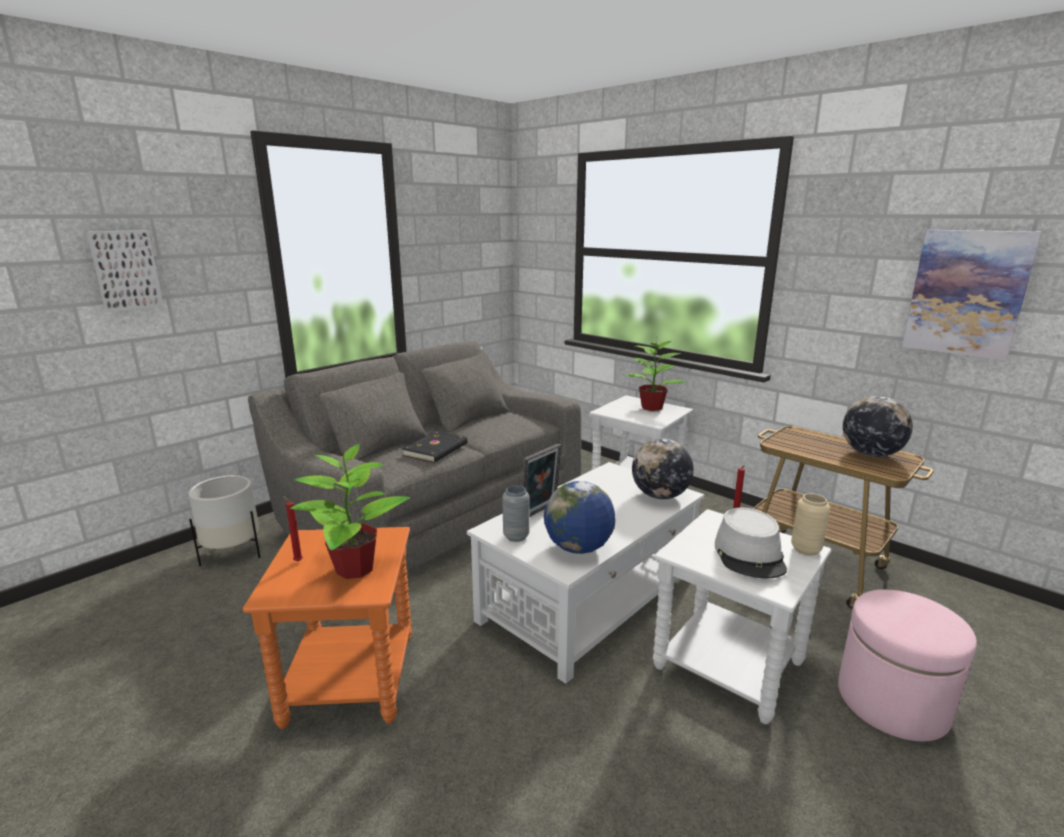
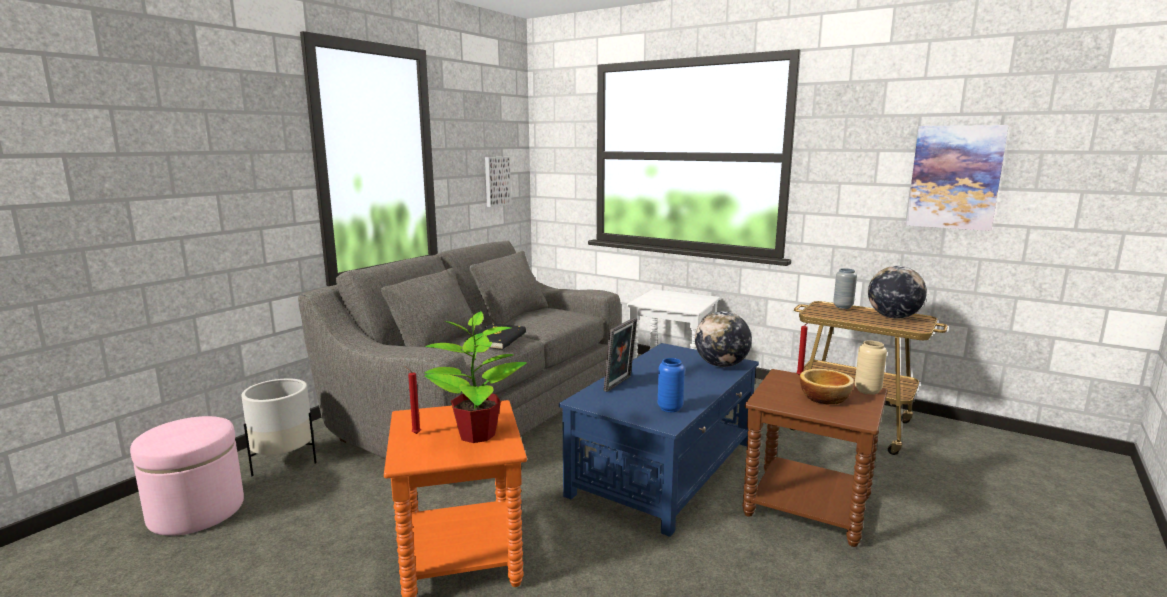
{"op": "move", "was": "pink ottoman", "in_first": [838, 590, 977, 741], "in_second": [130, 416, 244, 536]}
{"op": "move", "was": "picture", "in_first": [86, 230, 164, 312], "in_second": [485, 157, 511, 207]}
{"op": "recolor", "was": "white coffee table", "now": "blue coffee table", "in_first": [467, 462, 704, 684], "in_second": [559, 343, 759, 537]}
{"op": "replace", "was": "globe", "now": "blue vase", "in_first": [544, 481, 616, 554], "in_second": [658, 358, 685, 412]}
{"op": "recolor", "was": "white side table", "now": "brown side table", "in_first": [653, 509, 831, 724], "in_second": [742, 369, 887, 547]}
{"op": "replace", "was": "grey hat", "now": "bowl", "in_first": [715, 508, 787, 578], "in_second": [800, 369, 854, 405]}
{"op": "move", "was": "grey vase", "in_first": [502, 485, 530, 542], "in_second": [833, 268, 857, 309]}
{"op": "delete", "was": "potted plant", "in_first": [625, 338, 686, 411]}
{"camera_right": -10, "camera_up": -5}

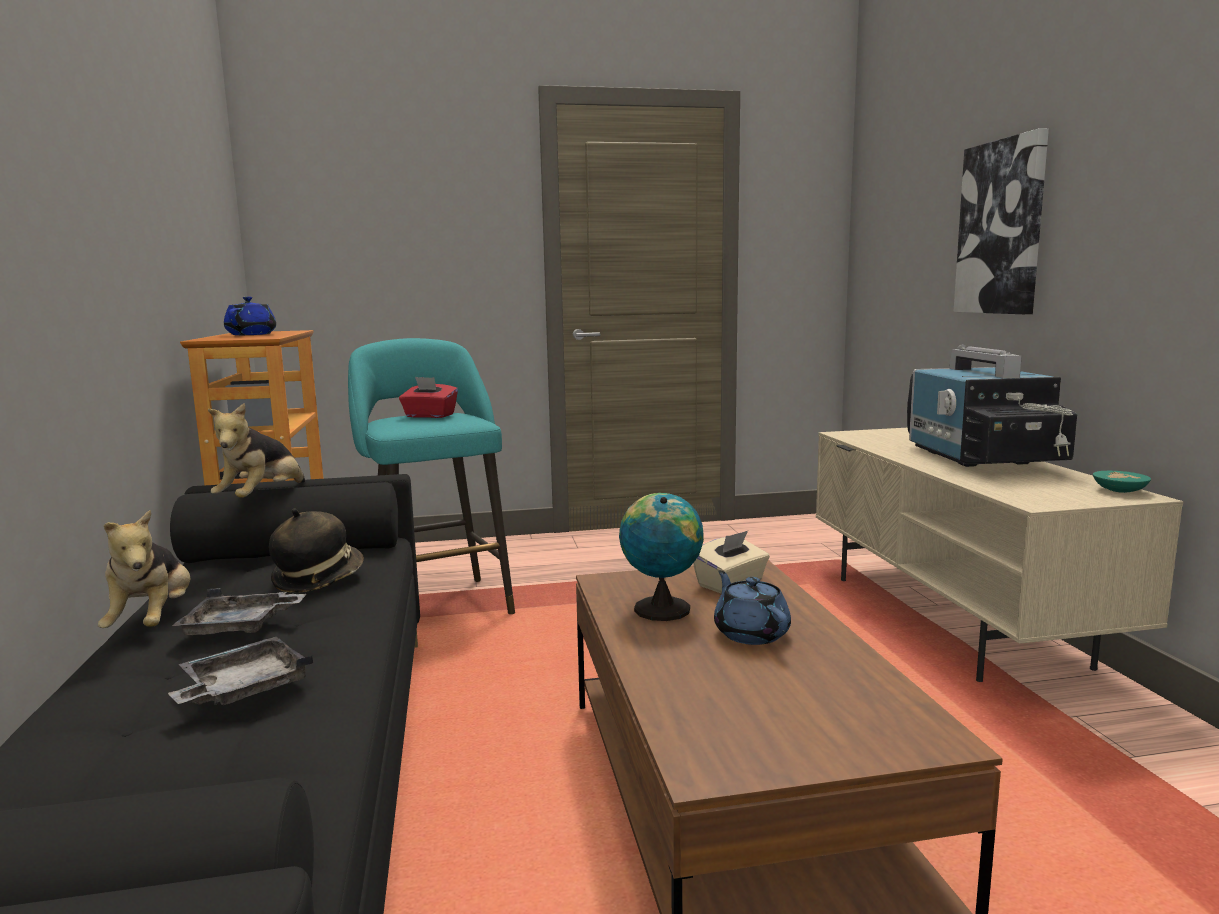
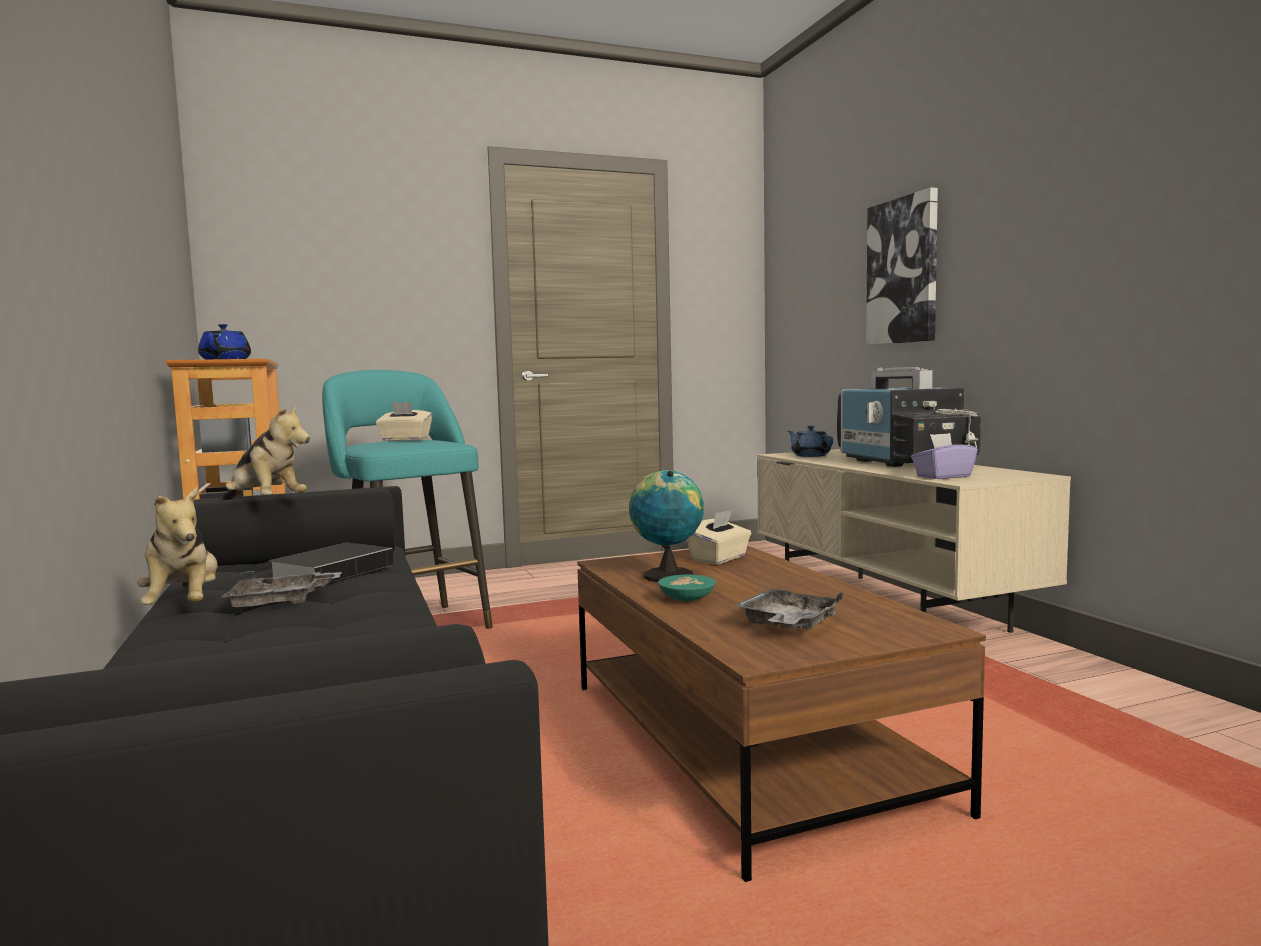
{"op": "rotate", "was": "plush toy", "in_first": [208, 403, 305, 498], "in_second": [223, 405, 310, 500], "clockwise": -60}
{"op": "replace", "was": "hat", "now": "book", "in_first": [269, 508, 364, 592], "in_second": [269, 543, 400, 583]}
{"op": "recolor", "was": "red tissue box", "now": "beige tissue box", "in_first": [399, 377, 458, 418], "in_second": [376, 402, 432, 441]}
{"op": "move", "was": "turquoise bowl", "in_first": [1093, 471, 1151, 493], "in_second": [658, 575, 716, 601]}
{"op": "move", "was": "grey tray", "in_first": [168, 637, 313, 705], "in_second": [734, 588, 843, 630]}
{"op": "move", "was": "blue teapot", "in_first": [714, 570, 791, 645], "in_second": [788, 426, 834, 457]}
{"op": "insert", "now": "purple tissue box", "in_second": [911, 433, 978, 479]}
{"camera_right": -10, "camera_up": -5}

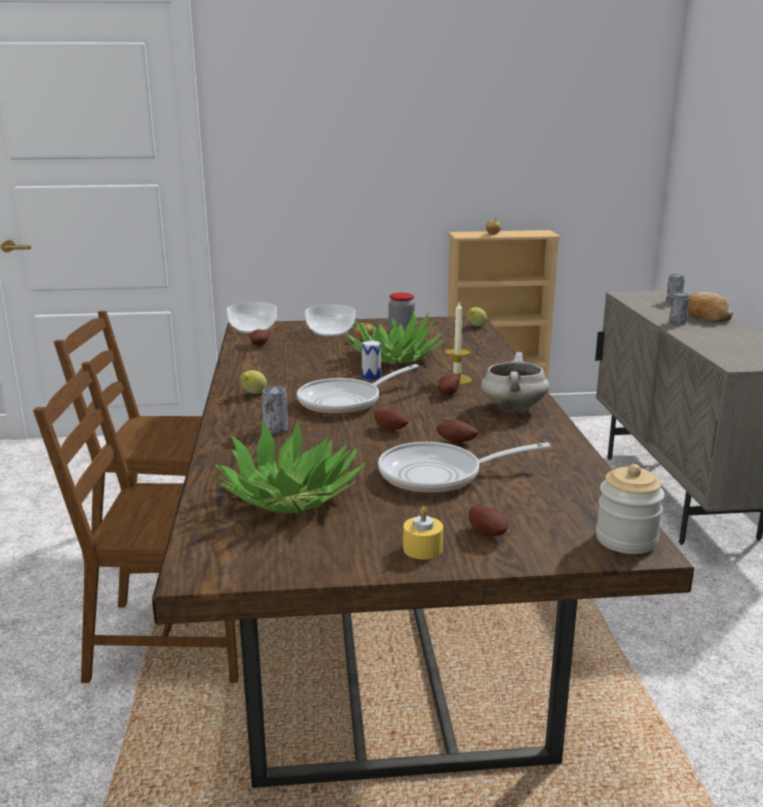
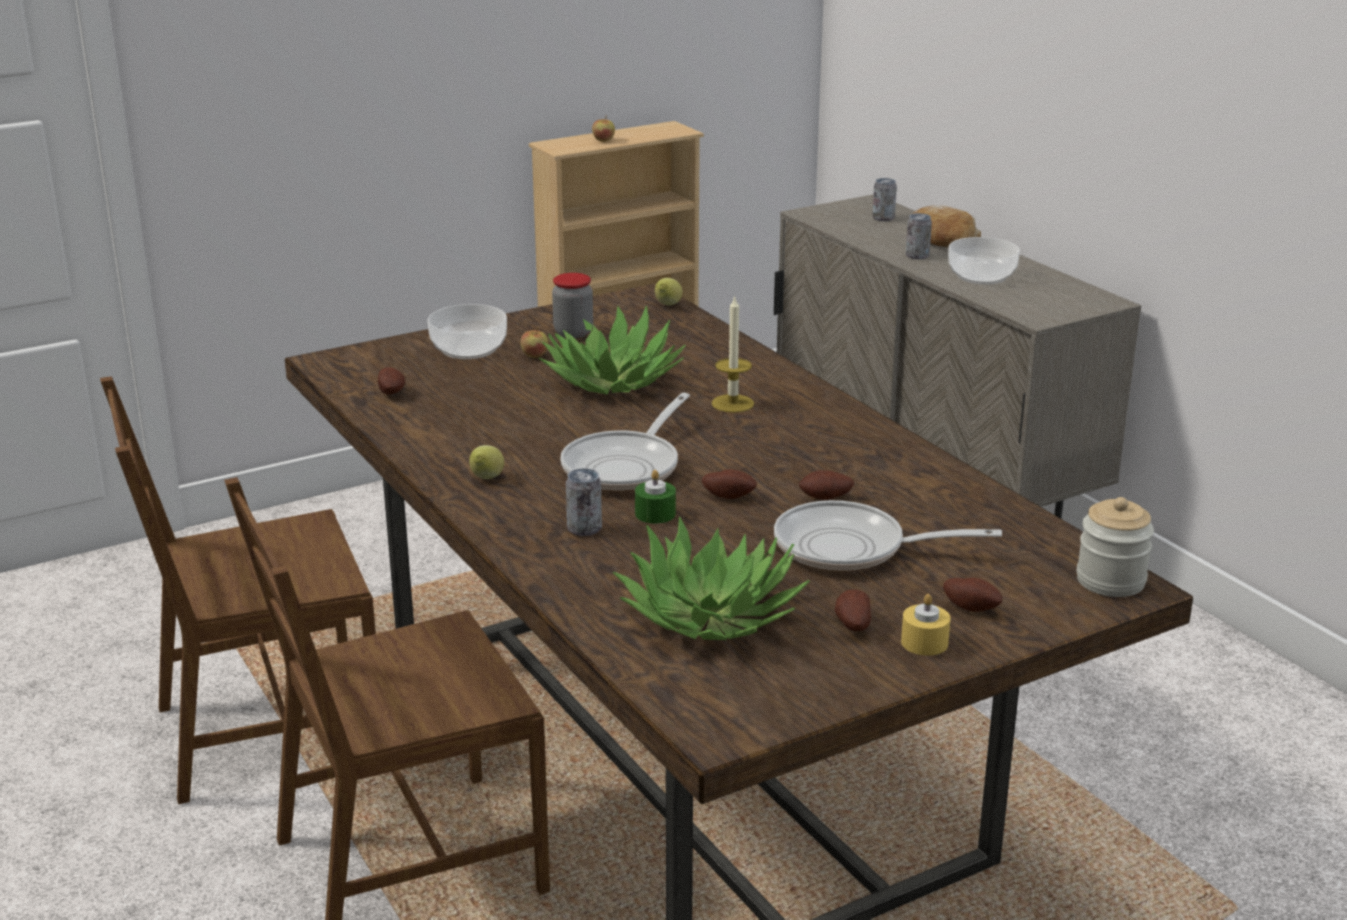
{"op": "insert", "now": "green candle", "in_second": [635, 470, 676, 524]}
{"op": "rotate", "was": "frying pan", "in_first": [378, 442, 550, 493], "in_second": [774, 500, 1002, 571], "clockwise": 45}
{"op": "move", "was": "potato", "in_first": [439, 374, 460, 395], "in_second": [835, 589, 871, 631]}
{"op": "move", "was": "bowl", "in_first": [227, 302, 277, 333], "in_second": [948, 237, 1020, 285]}
{"op": "delete", "was": "can", "in_first": [362, 340, 381, 380]}
{"op": "delete", "was": "white cooking pot", "in_first": [481, 352, 549, 412]}
{"camera_right": -25, "camera_up": 5}

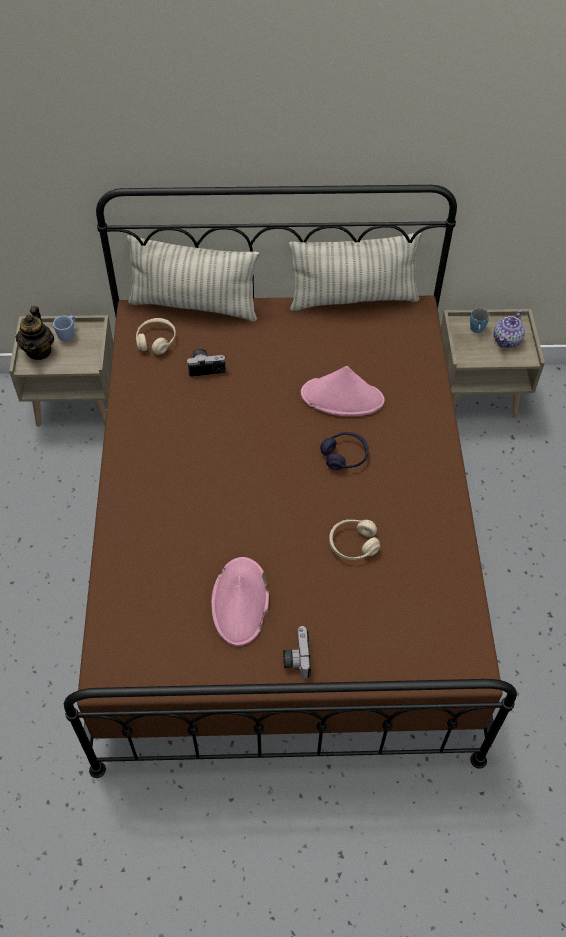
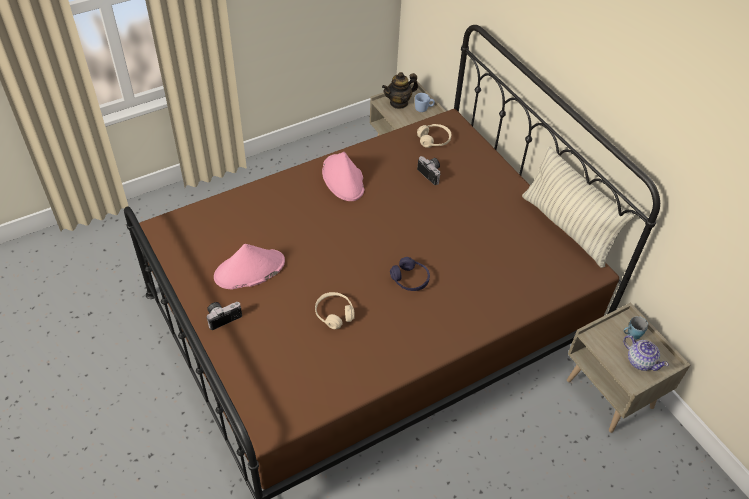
{"op": "move", "was": "pink hat", "in_first": [301, 366, 385, 416], "in_second": [322, 152, 365, 201]}
{"op": "rotate", "was": "teapot", "in_first": [494, 311, 525, 348], "in_second": [623, 335, 669, 371], "clockwise": -135}
{"op": "delete", "was": "pillow", "in_first": [127, 235, 259, 322]}
{"camera_right": 60, "camera_up": -5}

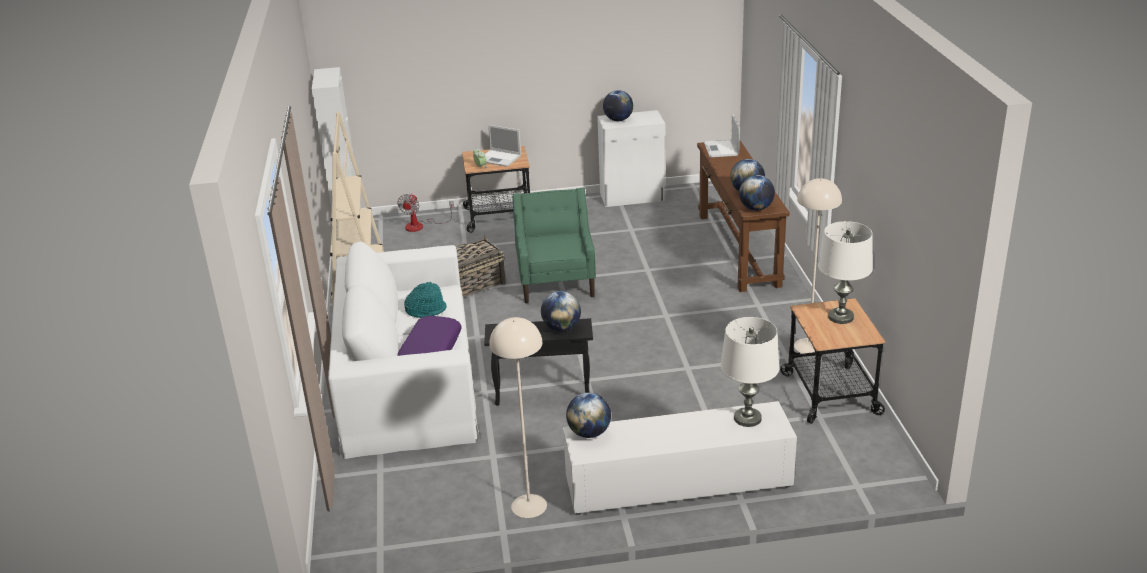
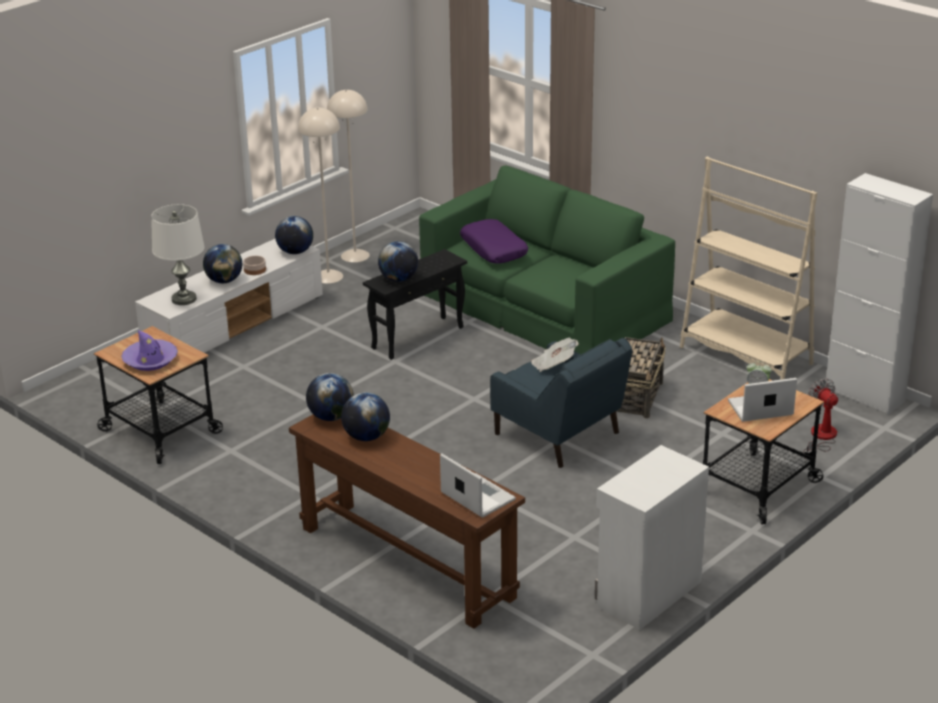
{"op": "replace", "was": "white table lamp", "now": "purple hat", "in_first": [818, 221, 873, 324], "in_second": [121, 330, 178, 371]}
{"op": "move", "was": "globe", "in_first": [603, 90, 633, 121], "in_second": [203, 244, 242, 283]}
{"op": "insert", "now": "bowl", "in_second": [243, 256, 266, 275]}
{"op": "move", "was": "beige floor lamp", "in_first": [794, 178, 842, 354], "in_second": [327, 90, 370, 262]}
{"op": "recolor", "was": "white sofa", "now": "green sofa", "in_first": [328, 242, 480, 459], "in_second": [419, 165, 675, 354]}
{"op": "recolor", "was": "green armchair", "now": "blue armchair", "in_first": [513, 188, 596, 303], "in_second": [490, 338, 632, 468]}
{"op": "insert", "now": "newspaper", "in_second": [531, 338, 579, 372]}
{"op": "delete", "was": "turquoise hat", "in_first": [404, 282, 447, 318]}
{"camera_right": 140, "camera_up": 0}

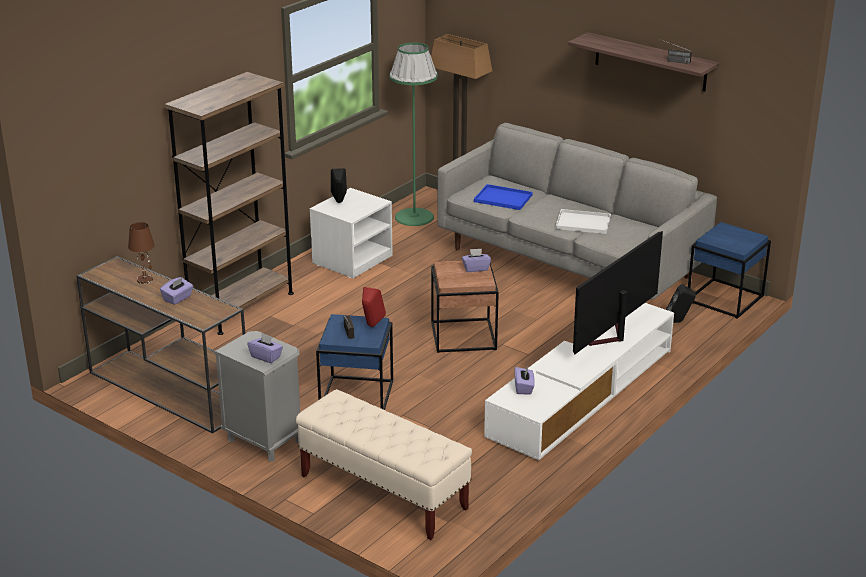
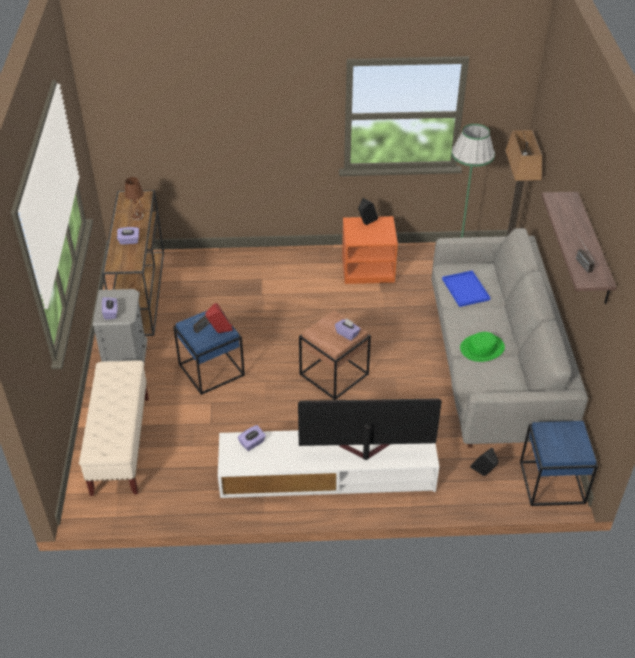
{"op": "recolor", "was": "white nightstand", "now": "orange nightstand", "in_first": [310, 188, 393, 278], "in_second": [342, 216, 398, 284]}
{"op": "replace", "was": "white tray", "now": "green hat", "in_first": [555, 209, 611, 234], "in_second": [460, 332, 505, 362]}
{"op": "delete", "was": "brown bookcase", "in_first": [164, 72, 294, 335]}
{"camera_right": 50, "camera_up": 15}

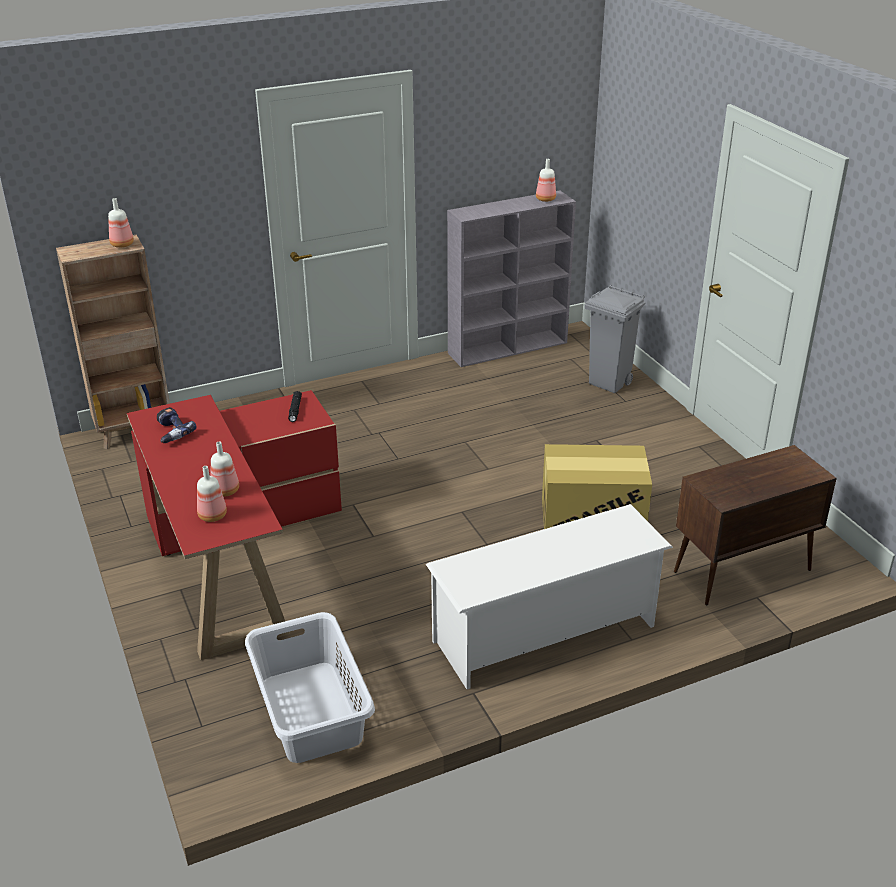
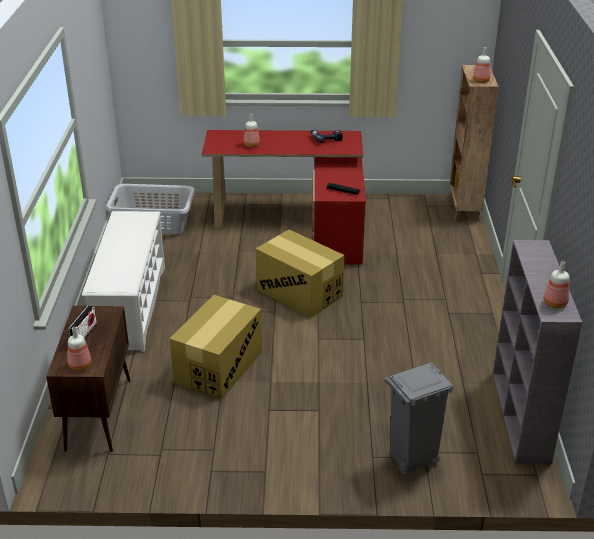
{"op": "move", "was": "bottle", "in_first": [197, 466, 227, 522], "in_second": [68, 327, 91, 371]}
{"op": "insert", "now": "radio", "in_second": [69, 305, 97, 339]}
{"op": "insert", "now": "cardboard box", "in_second": [256, 229, 345, 318]}
{"camera_right": 115, "camera_up": 0}

